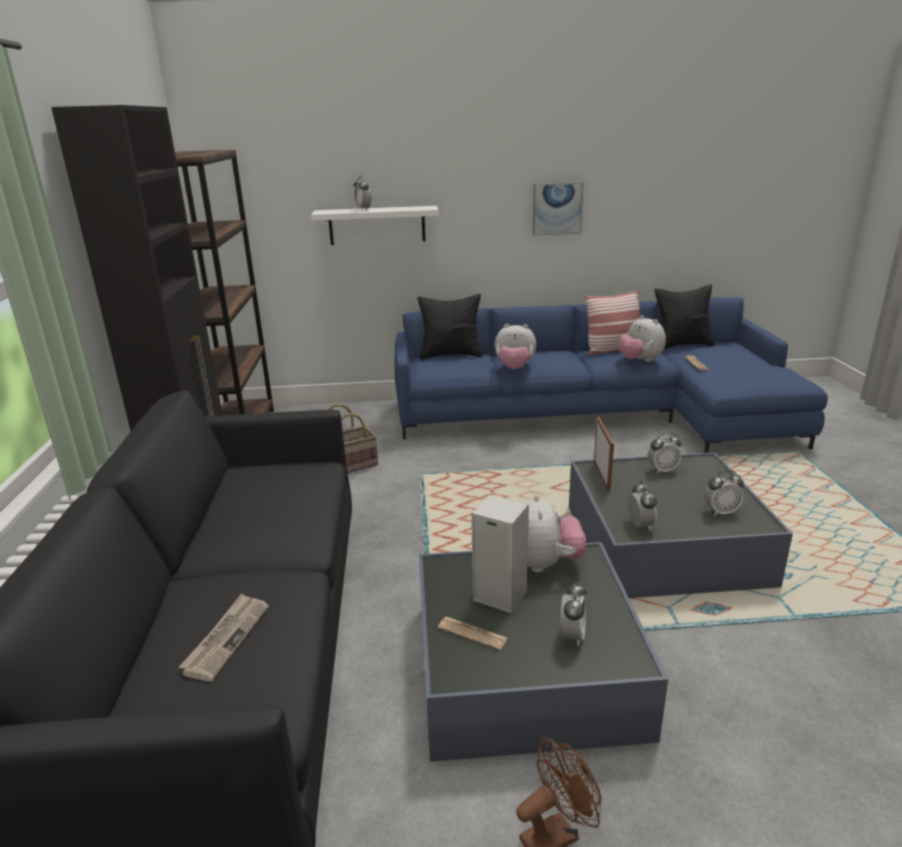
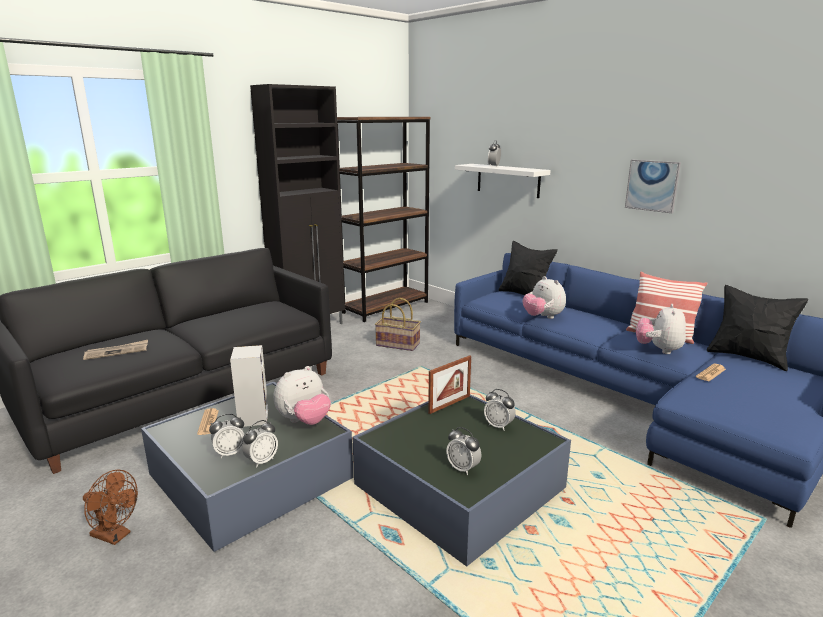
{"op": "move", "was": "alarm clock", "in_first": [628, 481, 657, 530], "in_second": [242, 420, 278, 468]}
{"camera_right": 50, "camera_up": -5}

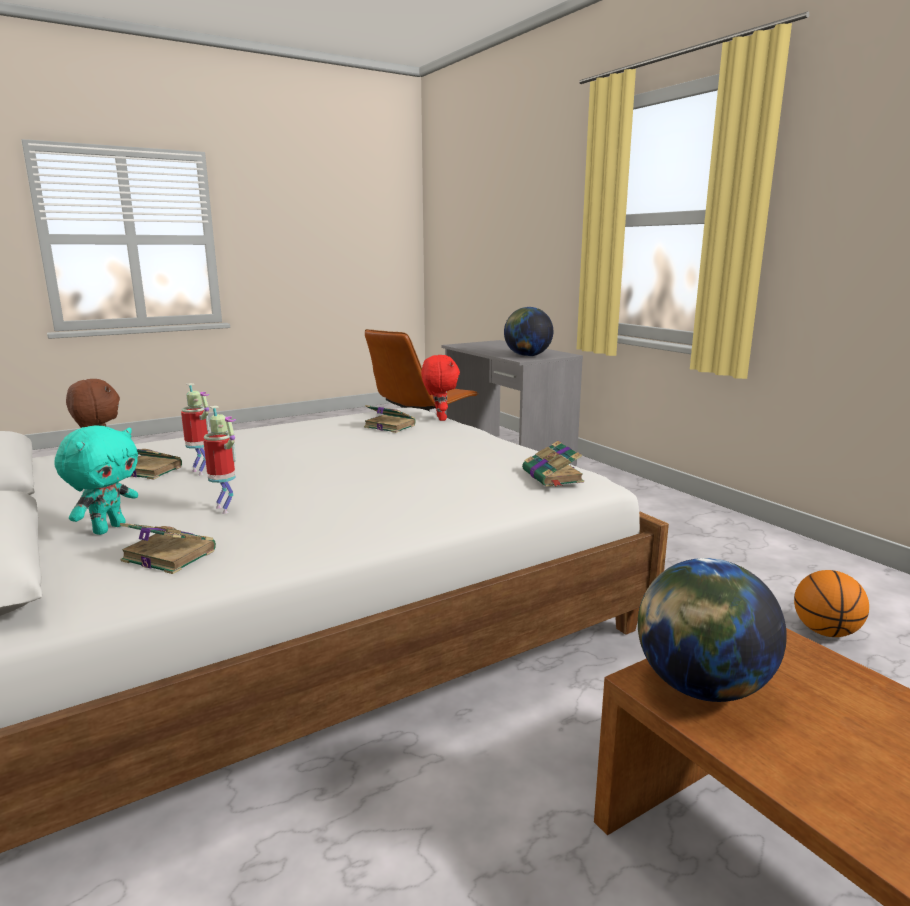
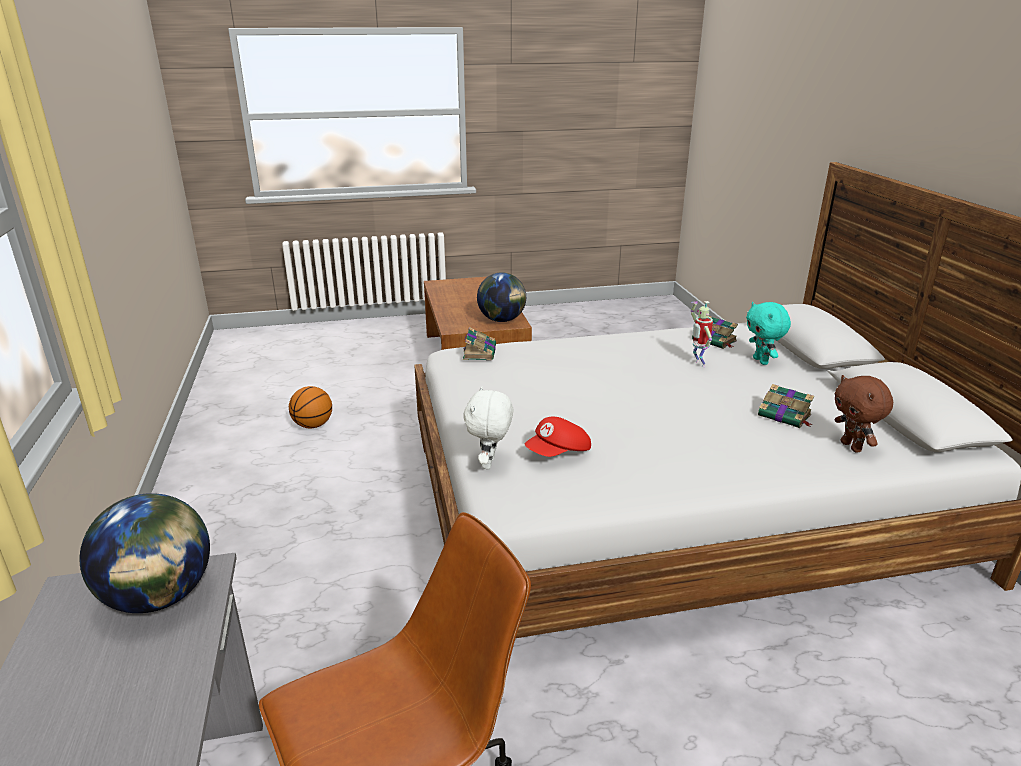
{"op": "recolor", "was": "red plush toy", "now": "white plush toy", "in_first": [421, 355, 460, 421], "in_second": [464, 386, 513, 469]}
{"op": "replace", "was": "book", "now": "red cap", "in_first": [364, 405, 416, 433], "in_second": [525, 417, 591, 457]}
{"op": "rotate", "was": "turquoise plush toy", "in_first": [55, 426, 138, 535], "in_second": [746, 302, 791, 365], "clockwise": -60}
{"op": "delete", "was": "toy robot", "in_first": [181, 383, 210, 475]}
{"camera_right": -160, "camera_up": 10}

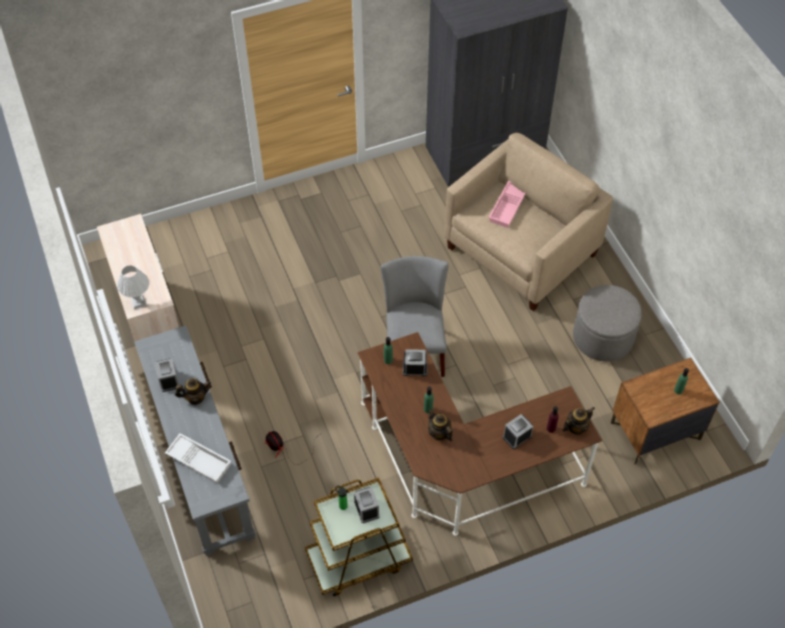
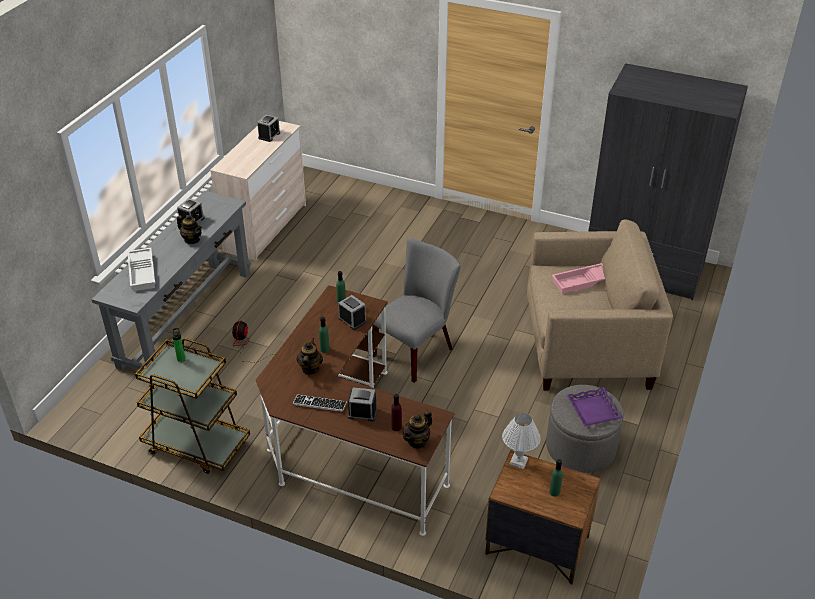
{"op": "move", "was": "alarm clock", "in_first": [354, 487, 379, 523], "in_second": [257, 115, 280, 142]}
{"op": "insert", "now": "keyboard", "in_second": [293, 395, 347, 412]}
{"op": "rotate", "was": "teapot", "in_first": [562, 407, 595, 435], "in_second": [402, 410, 432, 449], "clockwise": 120}
{"op": "move", "was": "white table lamp", "in_first": [117, 265, 149, 309], "in_second": [502, 413, 541, 469]}
{"op": "insert", "now": "purple tray", "in_second": [567, 387, 623, 427]}
{"camera_right": 45, "camera_up": -15}

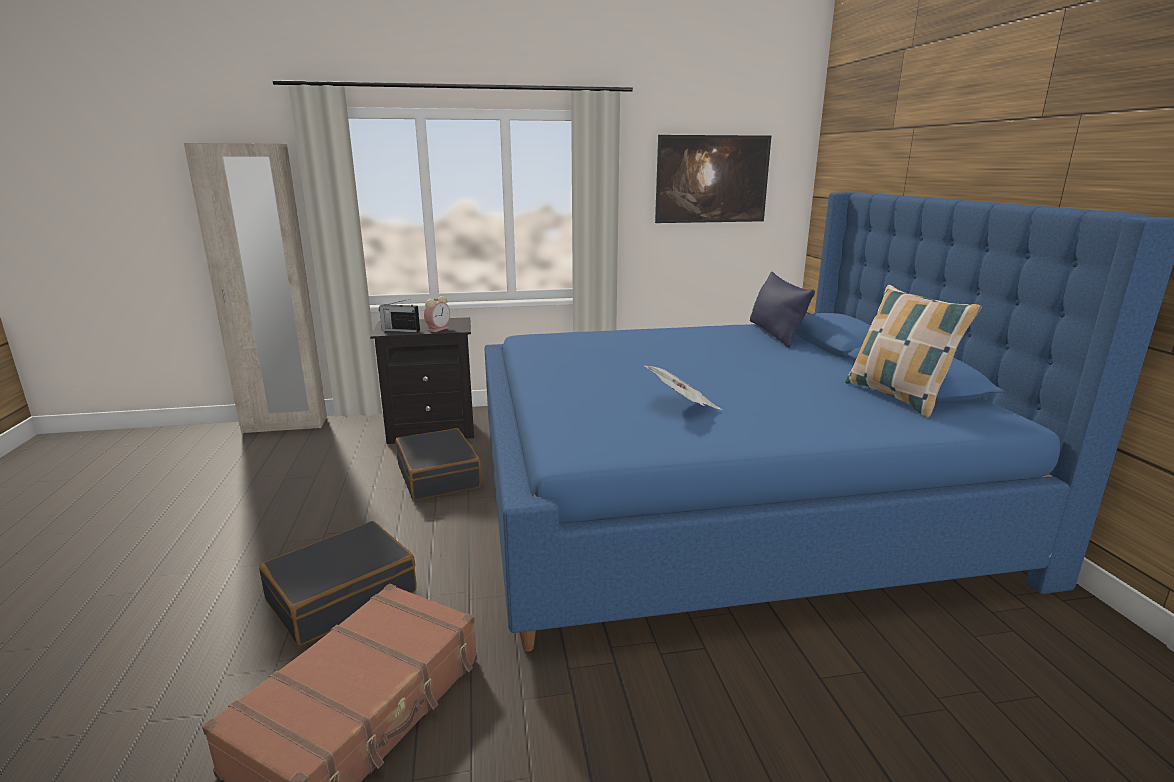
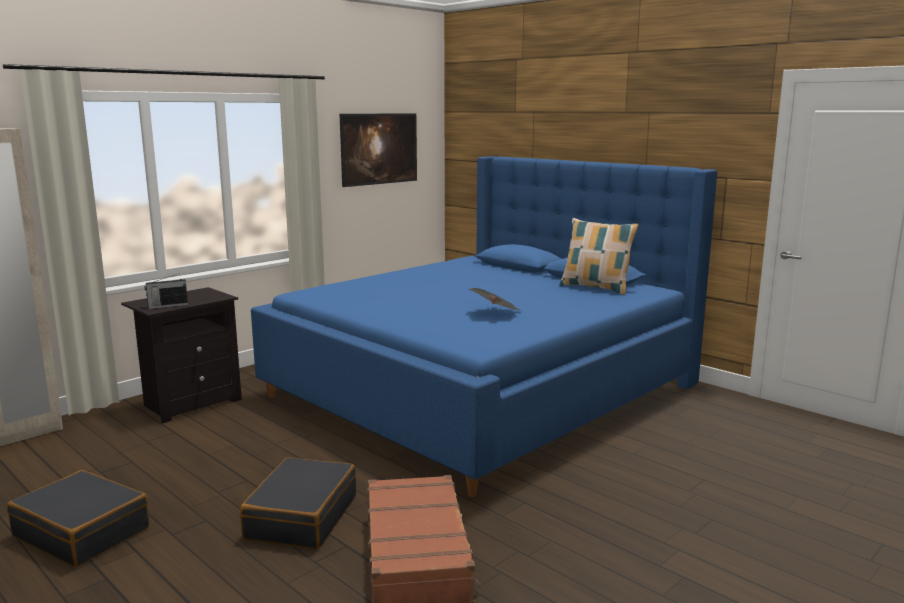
{"op": "move", "was": "black suitcase", "in_first": [395, 428, 481, 500], "in_second": [7, 470, 149, 567]}
{"op": "delete", "was": "alarm clock", "in_first": [424, 296, 450, 332]}
{"op": "delete", "was": "blue pillow", "in_first": [750, 272, 815, 348]}
{"camera_right": -35, "camera_up": -5}

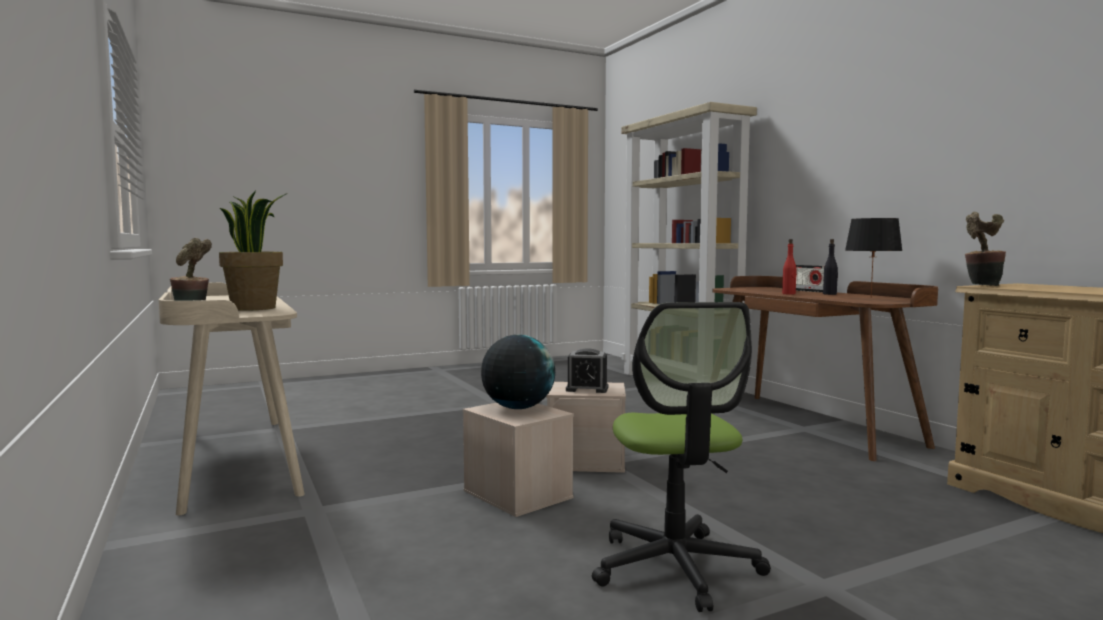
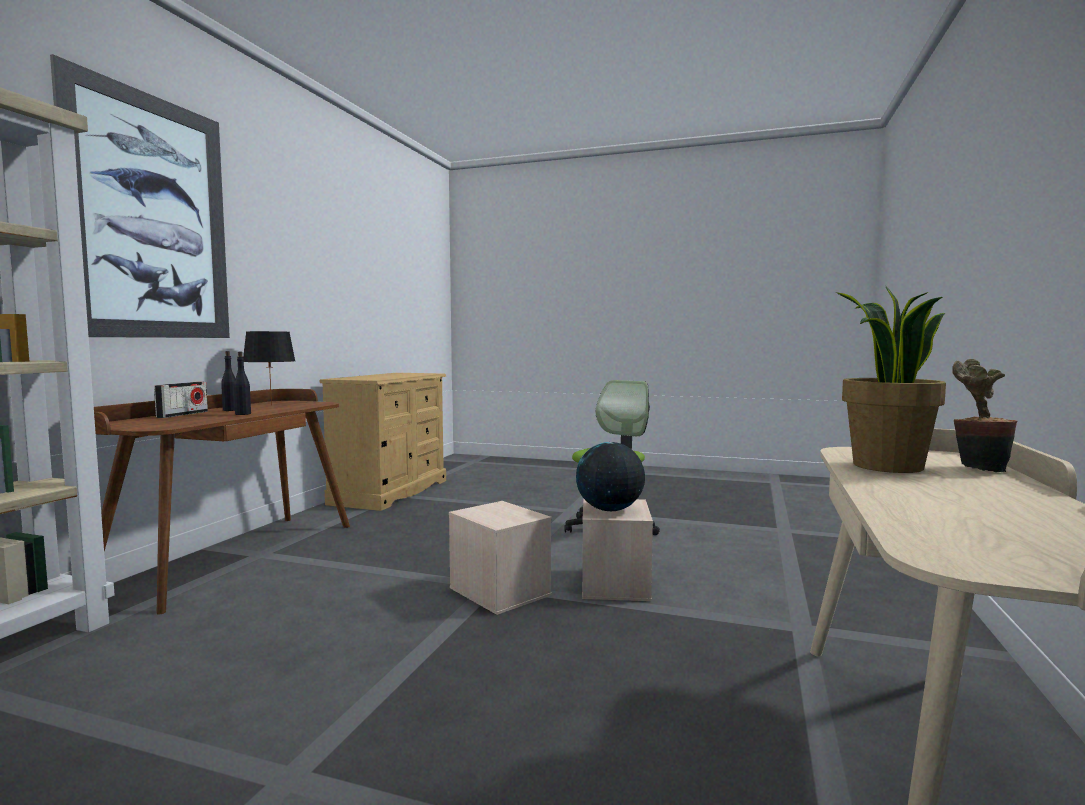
{"op": "insert", "now": "picture", "in_second": [50, 54, 230, 338]}
{"op": "recolor", "was": "red bottle", "now": "black bottle", "in_first": [782, 239, 797, 295], "in_second": [234, 351, 251, 415]}
{"op": "delete", "was": "alarm clock", "in_first": [566, 348, 608, 393]}
{"op": "delete", "was": "potted plant", "in_first": [965, 212, 1006, 286]}
{"camera_right": -135, "camera_up": 0}

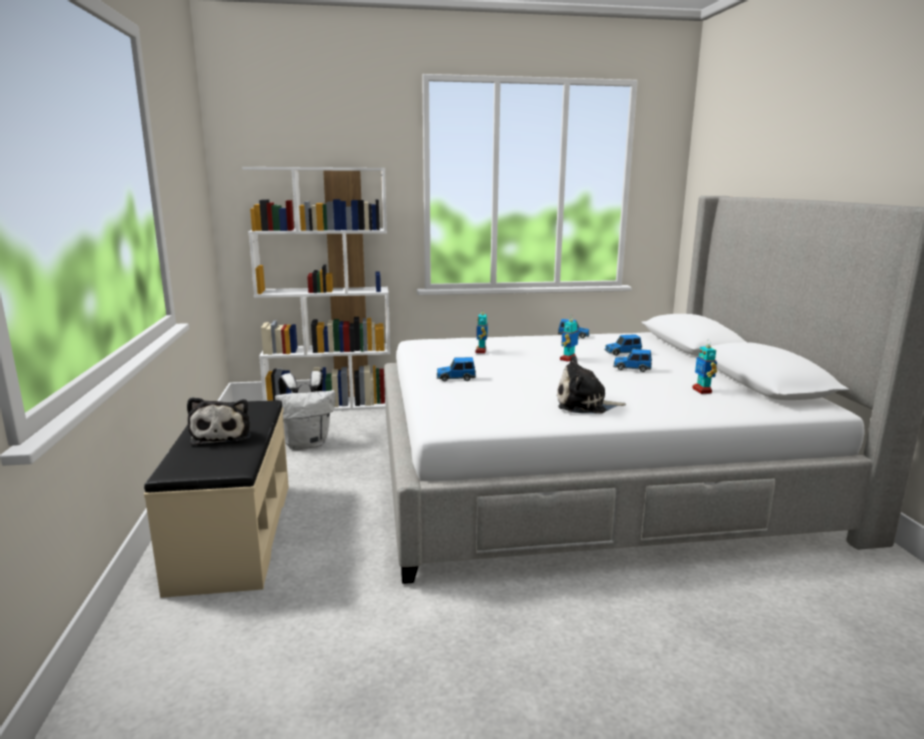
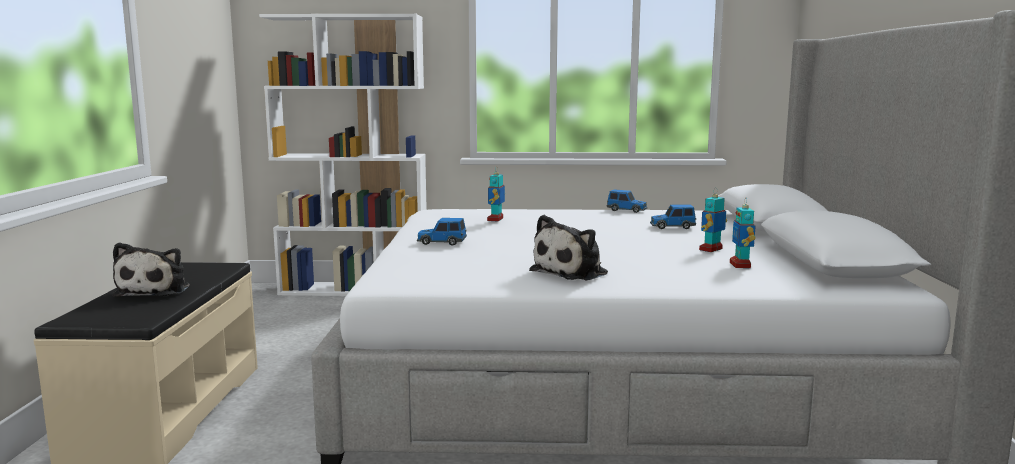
{"op": "rotate", "was": "plush toy", "in_first": [557, 356, 626, 414], "in_second": [529, 215, 608, 281], "clockwise": -60}
{"op": "move", "was": "toy robot", "in_first": [560, 319, 579, 362], "in_second": [699, 188, 727, 252]}
{"op": "delete", "was": "white backpack", "in_first": [275, 371, 335, 450]}
{"op": "delete", "was": "toy car", "in_first": [613, 349, 652, 372]}
{"camera_right": 10, "camera_up": -5}

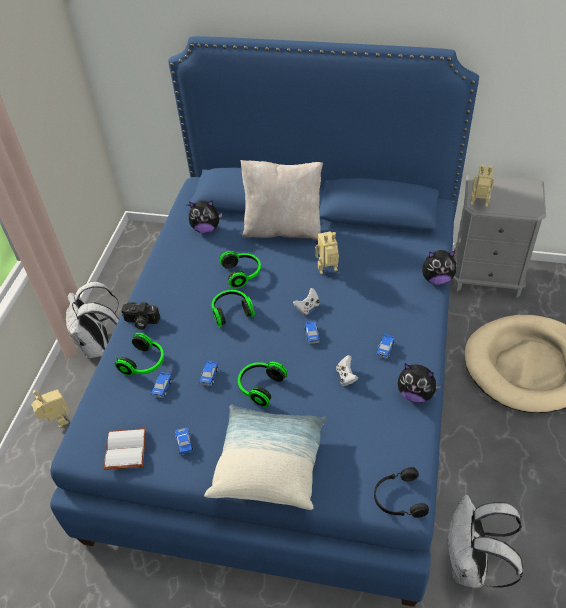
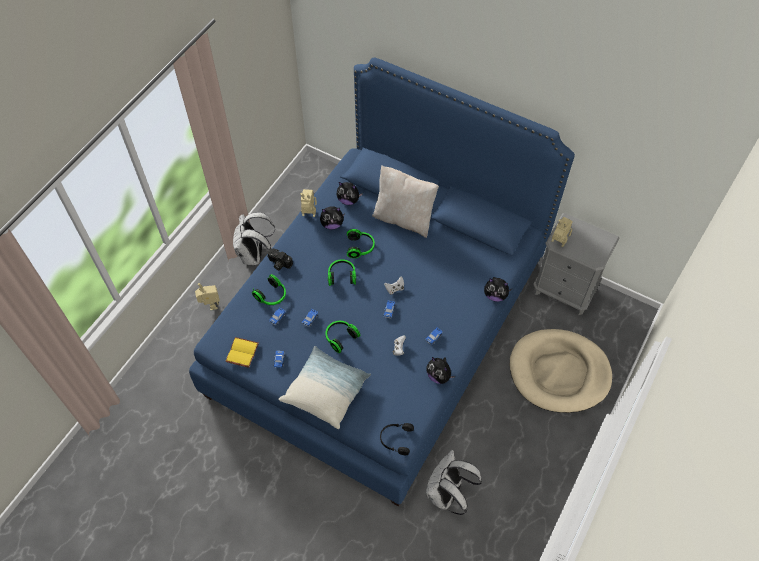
{"op": "recolor", "was": "white book", "now": "yellow book", "in_first": [104, 428, 146, 470], "in_second": [225, 337, 259, 368]}
{"op": "move", "was": "toy robot", "in_first": [315, 231, 339, 274], "in_second": [301, 189, 317, 217]}
{"op": "insert", "now": "plush toy", "in_second": [320, 206, 345, 229]}
{"camera_right": 15, "camera_up": 10}

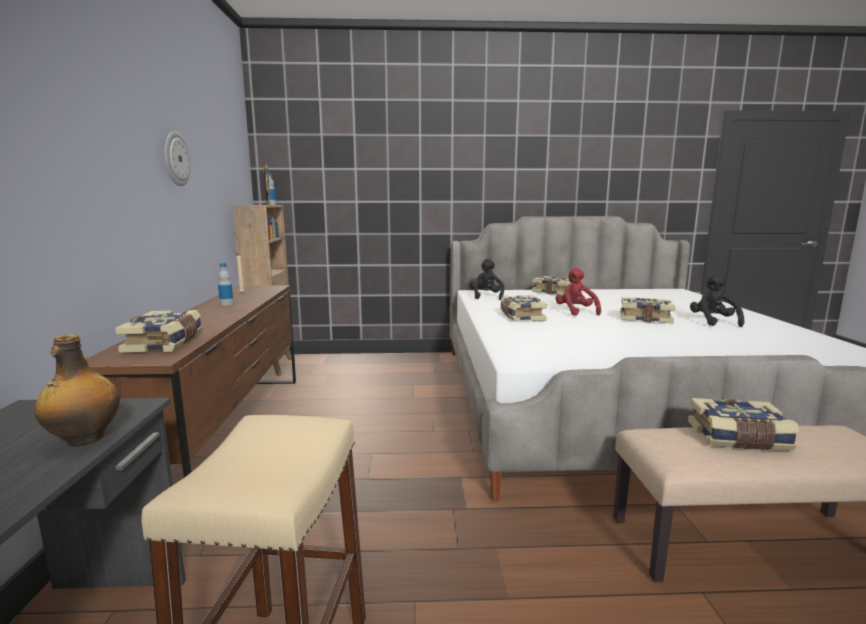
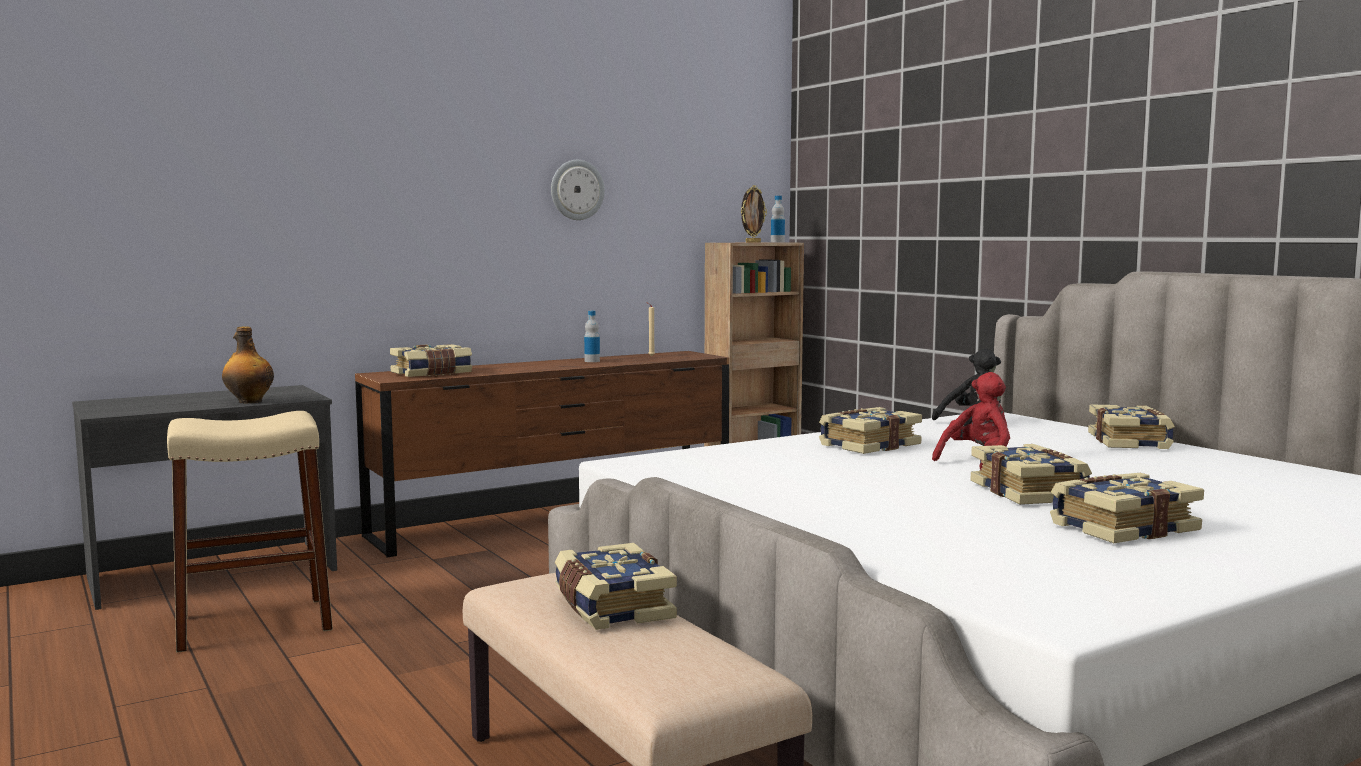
{"op": "replace", "was": "black plush toy", "now": "book", "in_first": [690, 274, 744, 327], "in_second": [1050, 473, 1204, 543]}
{"camera_right": 60, "camera_up": -5}

